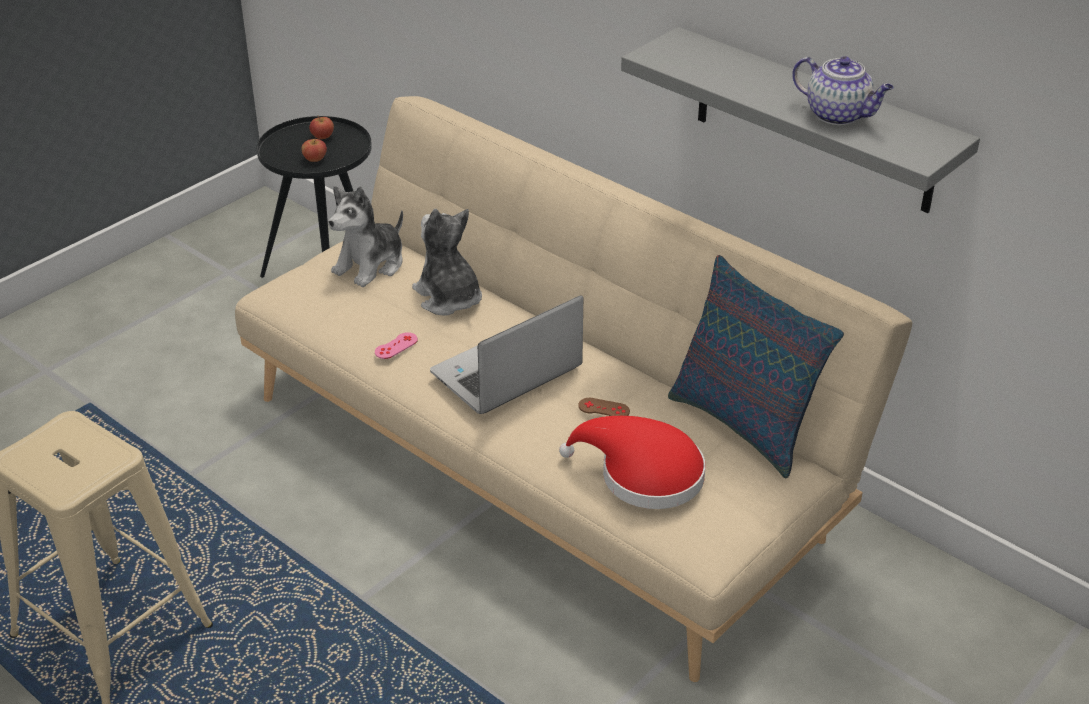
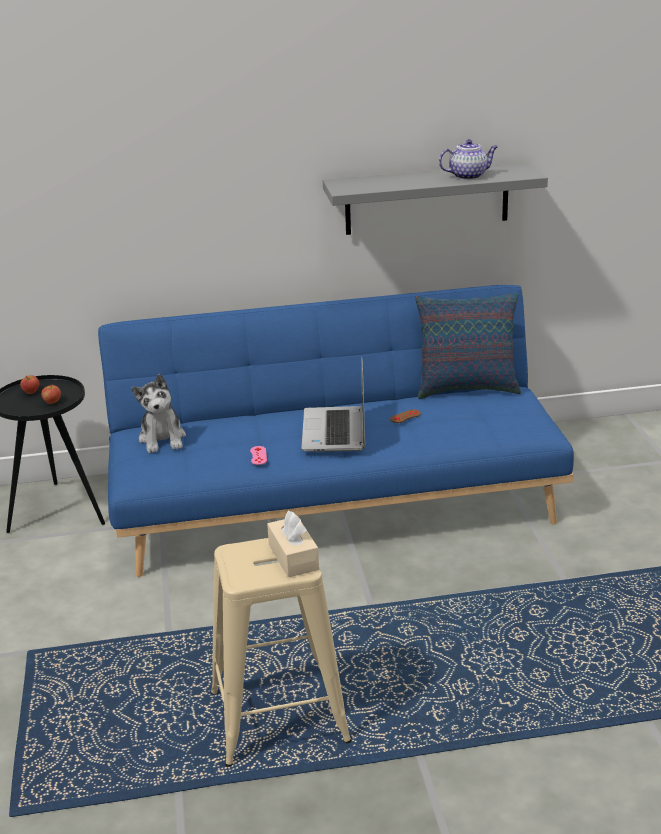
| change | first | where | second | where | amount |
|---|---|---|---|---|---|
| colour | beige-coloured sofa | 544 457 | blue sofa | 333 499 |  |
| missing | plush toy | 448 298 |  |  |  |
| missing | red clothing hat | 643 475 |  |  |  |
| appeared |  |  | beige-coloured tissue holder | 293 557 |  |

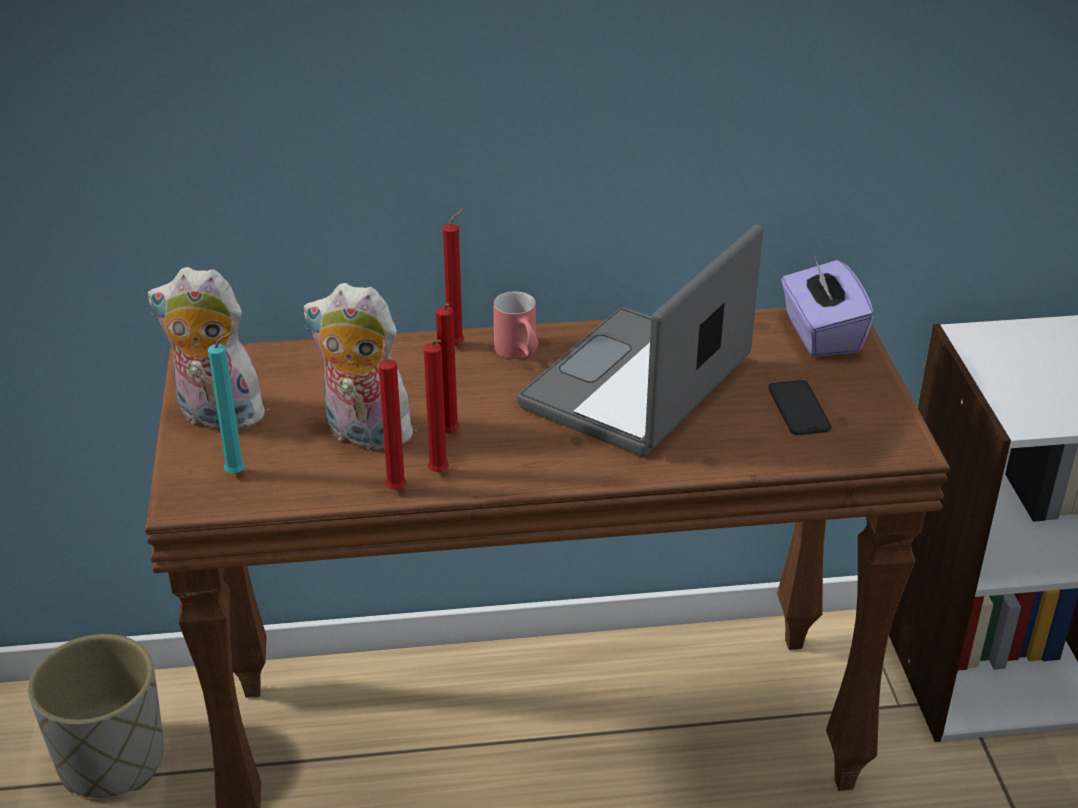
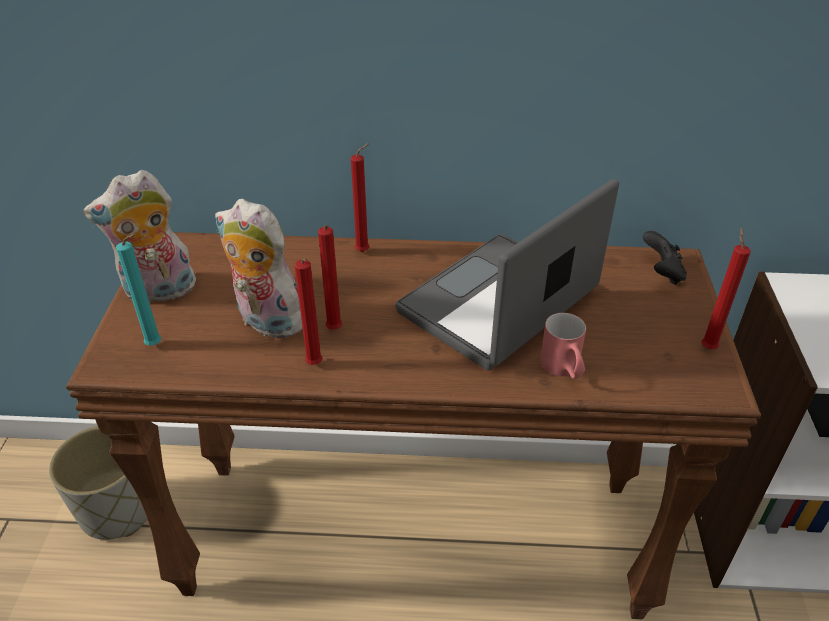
| change | first | where | second | where | amount |
|---|---|---|---|---|---|
| spun | plush toy | 216 416 |  | 159 292 | 45 degrees counterclockwise |
| relocated | red candle | 396 487 |  | 707 346 |  |
| relocated | red mug | 519 353 |  | 563 370 |  |
| missing | phone | 799 408 |  |  |  |
| exchanged | purple tissue holder | 821 334 | black game controller | 661 273 |  |

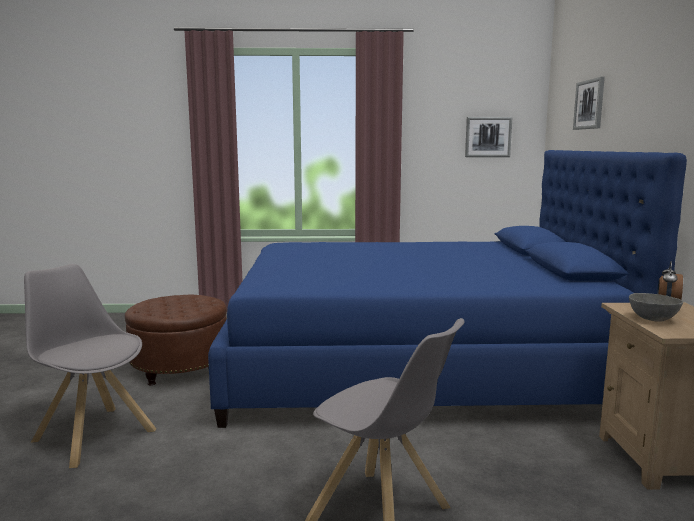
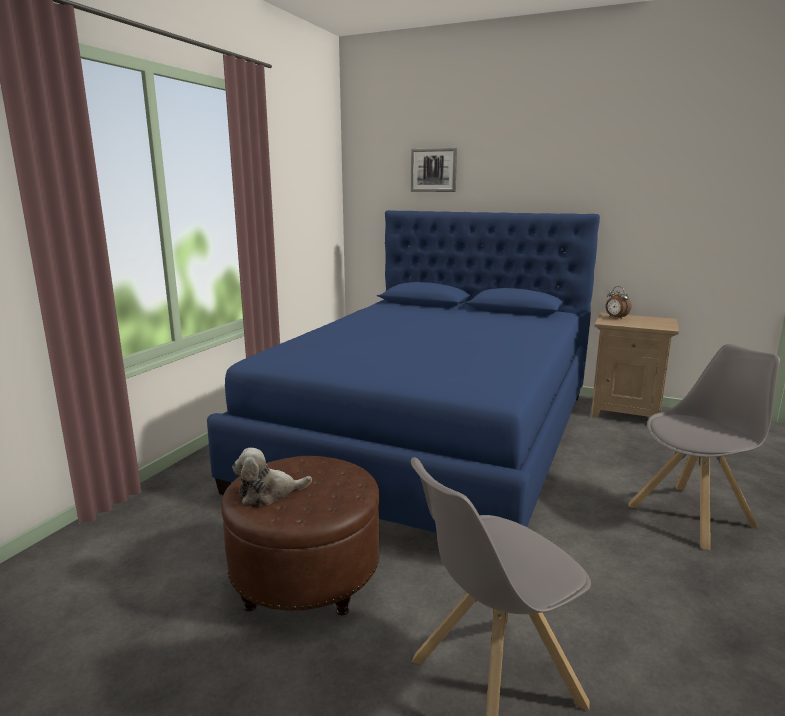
| change | first | where | second | where | amount |
|---|---|---|---|---|---|
| missing | wall art | 488 137 |  |  |  |
| missing | greyish bowl | 653 319 |  |  |  |
| appeared |  |  | plush toy | 269 493 |  |

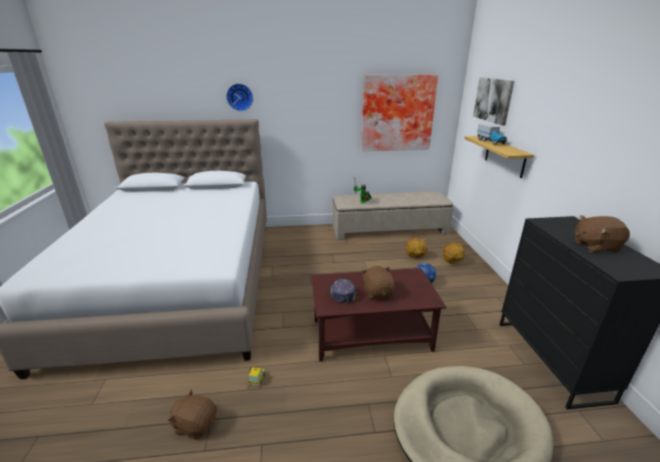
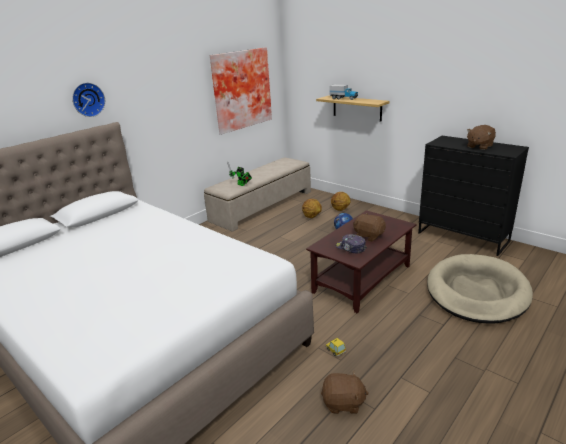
| change | first | where | second | where | amount |
|---|---|---|---|---|---|
| spun | brown plush toy | 195 424 |  | 343 403 | 150 degrees counterclockwise |
| missing | wall art | 493 100 |  |  |  |

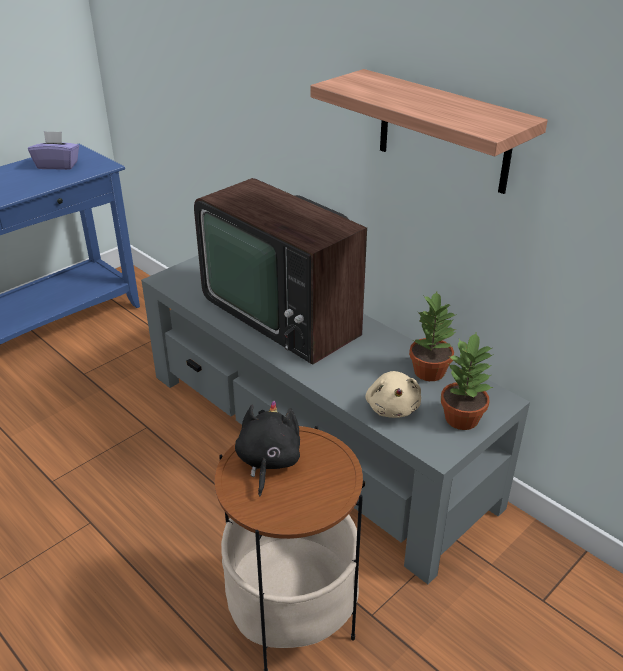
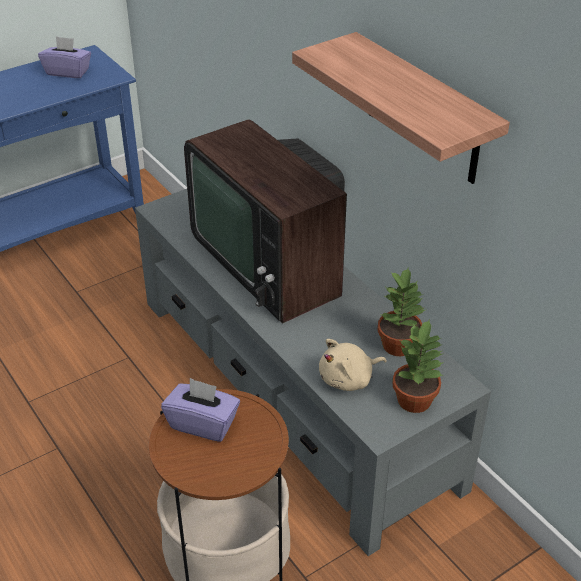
| change | first | where | second | where | amount |
|---|---|---|---|---|---|
| exchanged | black plush toy | 268 462 | purple tissue holder | 203 423 |  |
| spun | beige-coloured plush toy | 392 407 |  | 348 379 | 60 degrees clockwise |

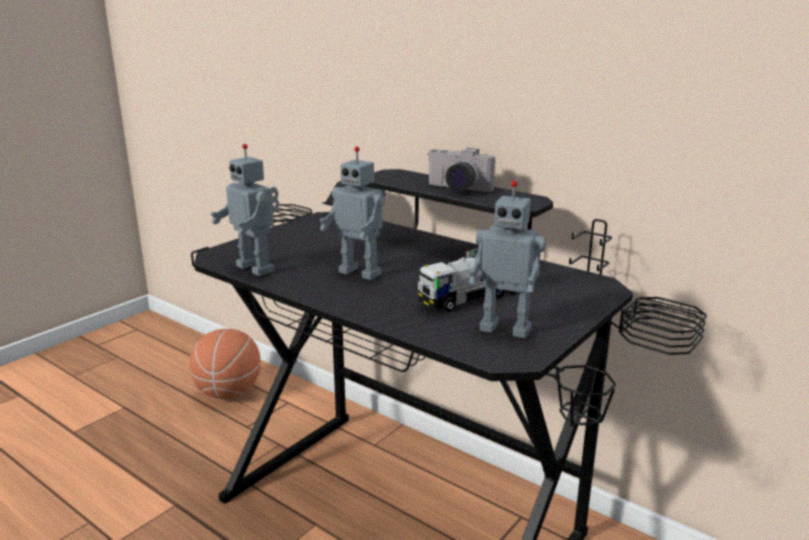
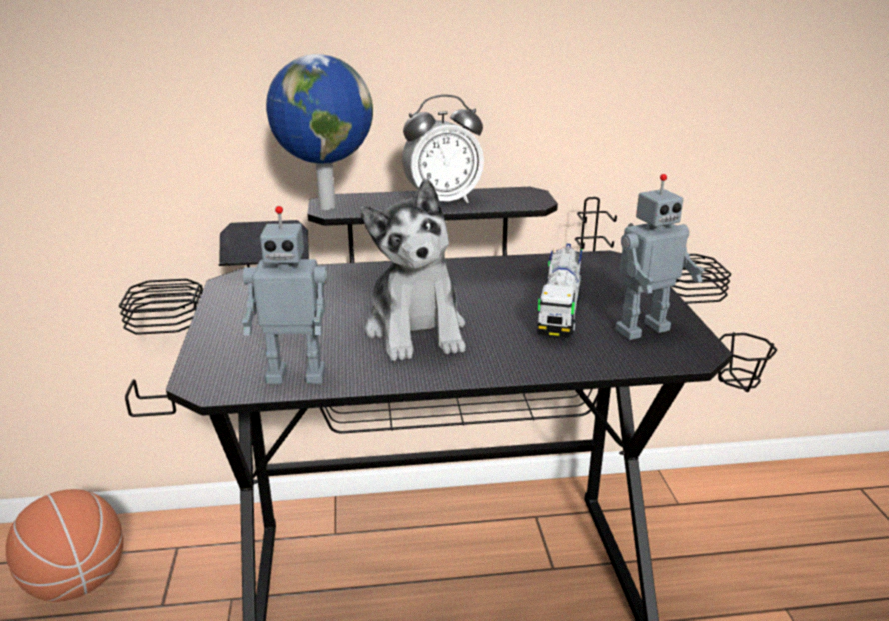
| change | first | where | second | where | amount |
|---|---|---|---|---|---|
| exchanged | model robot | 361 272 | plush toy | 416 330 |  |
| exchanged | photo camera | 456 189 | table clock | 442 201 |  |
| appeared |  |  | world globe | 325 207 |  |

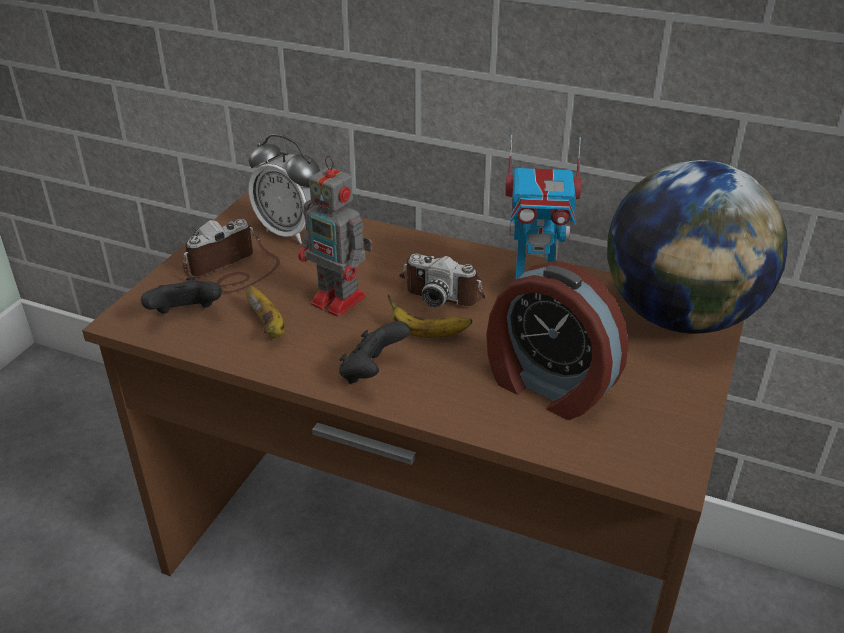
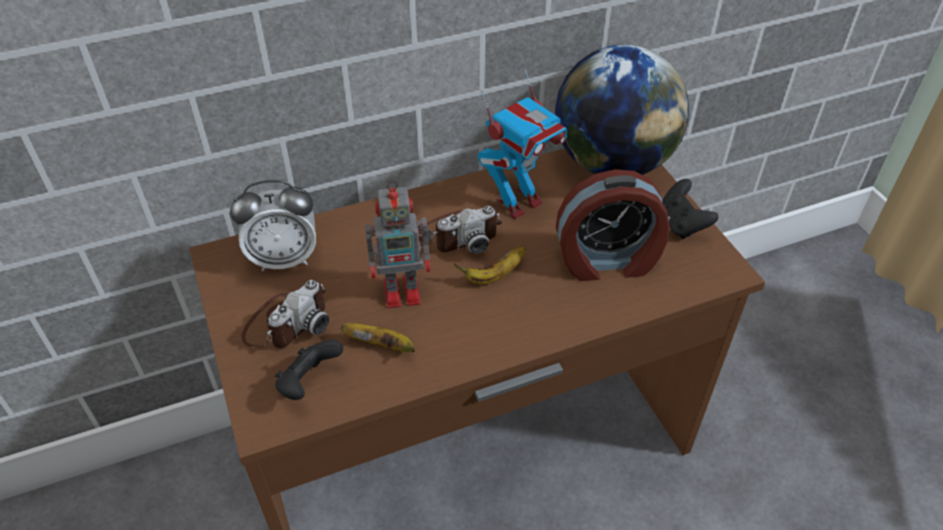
| change | first | where | second | where | amount |
|---|---|---|---|---|---|
| spun | photo camera | 232 270 |  | 287 322 | 150 degrees counterclockwise |
| relocated | black game controller | 372 373 |  | 681 224 |  |

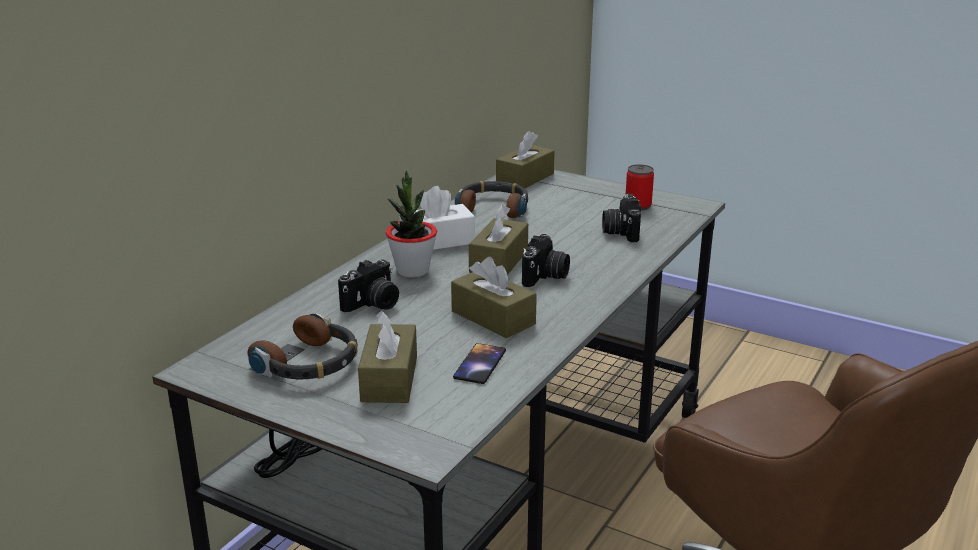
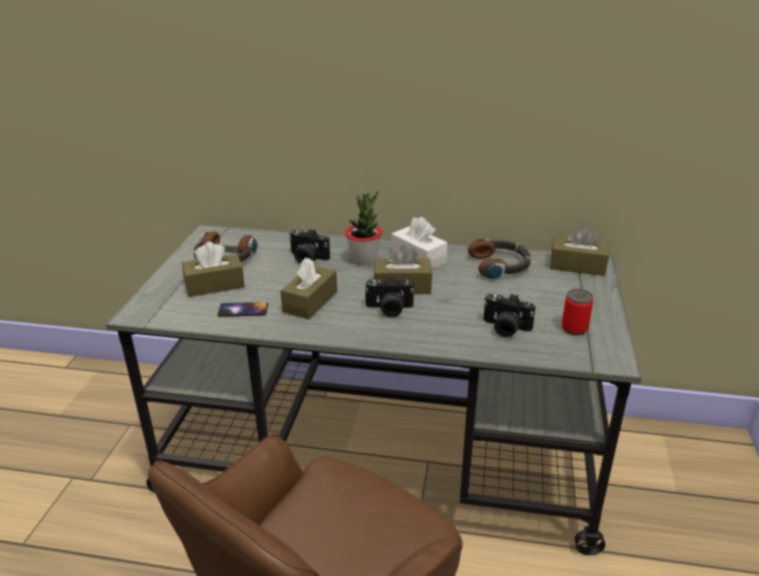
| change | first | where | second | where | amount |
|---|---|---|---|---|---|
| spun | photo camera | 620 232 |  | 505 328 | 135 degrees counterclockwise |

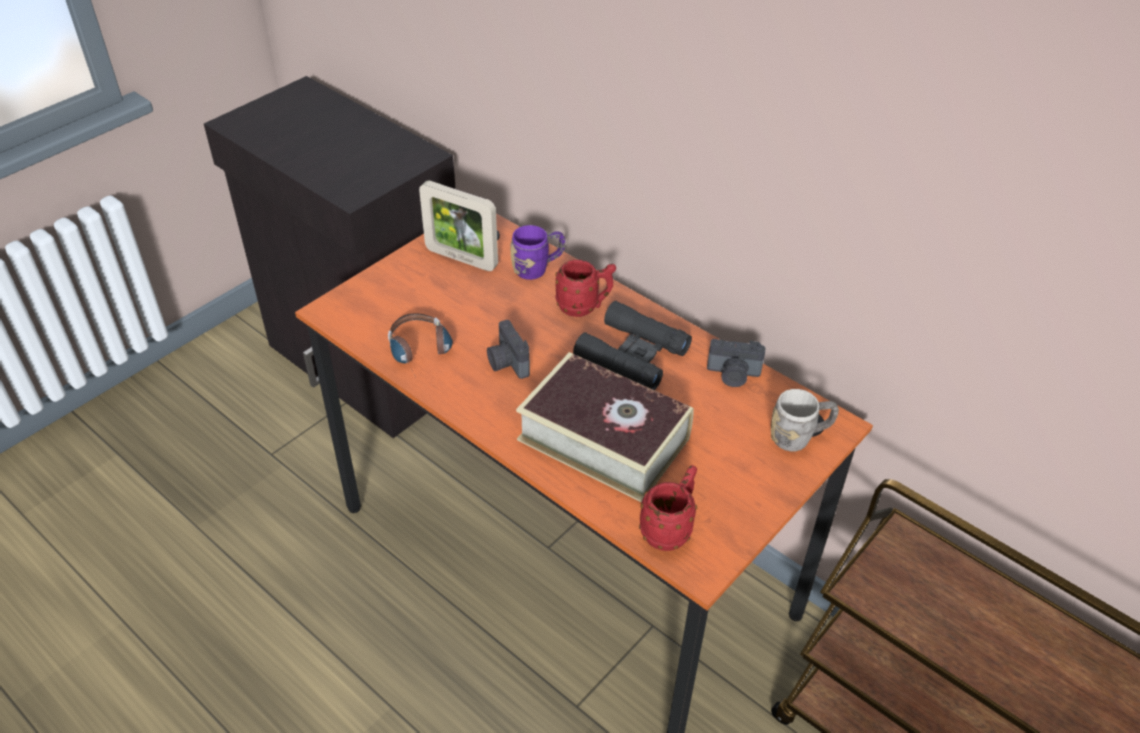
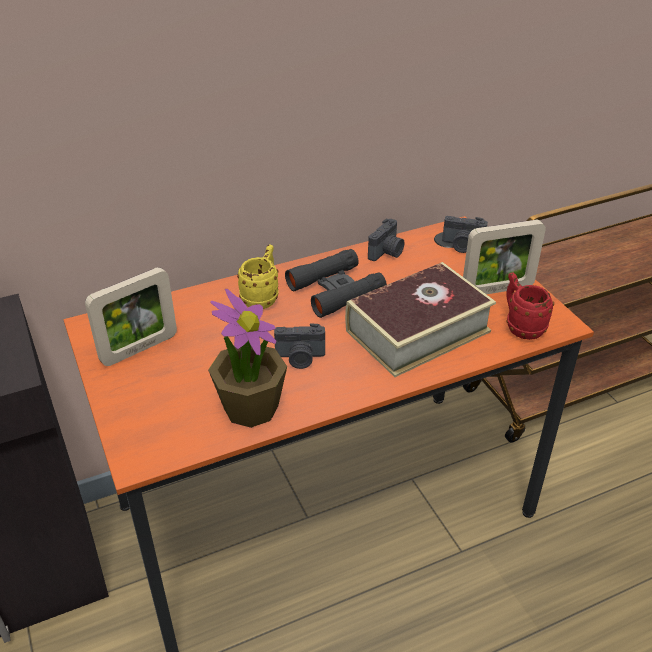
| change | first | where | second | where | amount |
|---|---|---|---|---|---|
| exchanged | pair of headphones | 422 353 | houseplant | 250 407 |  |
| missing | purple mug | 537 268 |  |  |  |
| colour | red mug | 584 306 | yellowish mug | 262 297 |  |
| exchanged | greyish mug | 799 437 | photo camera | 462 245 |  |
| appeared |  |  | picture frame | 497 290 |  |

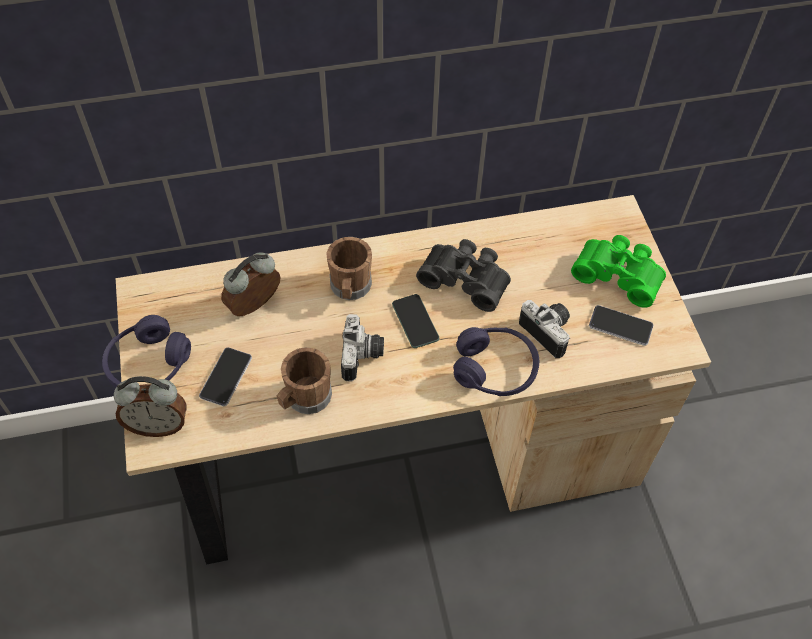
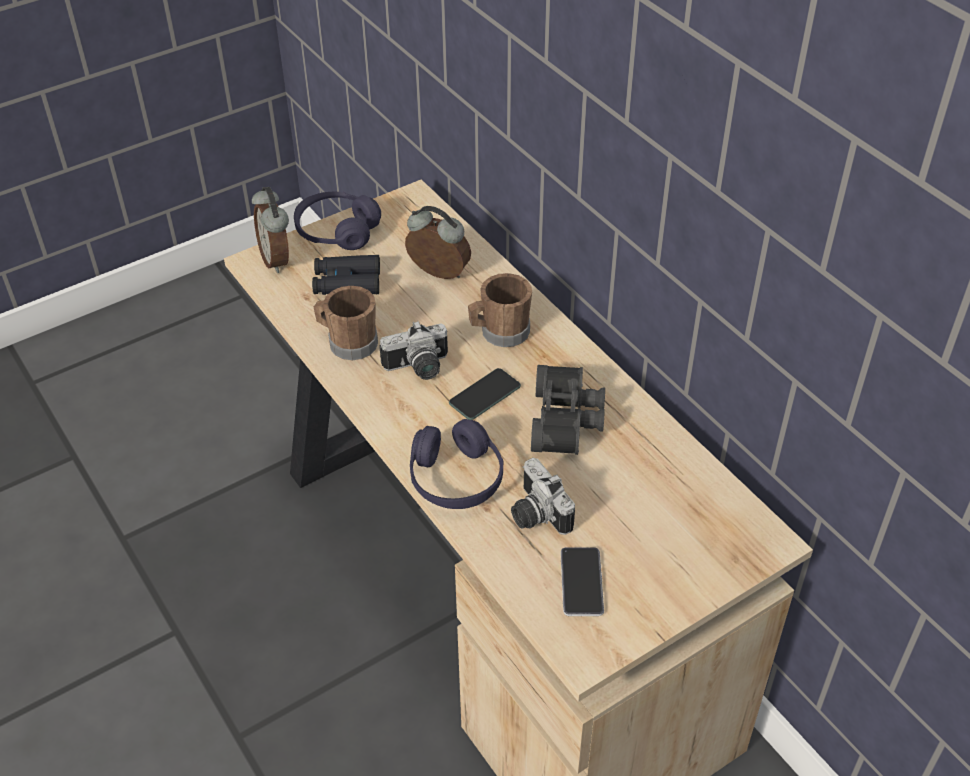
| change | first | where | second | where | amount |
|---|---|---|---|---|---|
| exchanged | phone | 226 377 | black pair of binoculars | 347 283 |  |
| spun | photo camera | 549 331 |  | 535 514 | 120 degrees clockwise |
| missing | green pair of binoculars | 619 274 |  |  |  |

